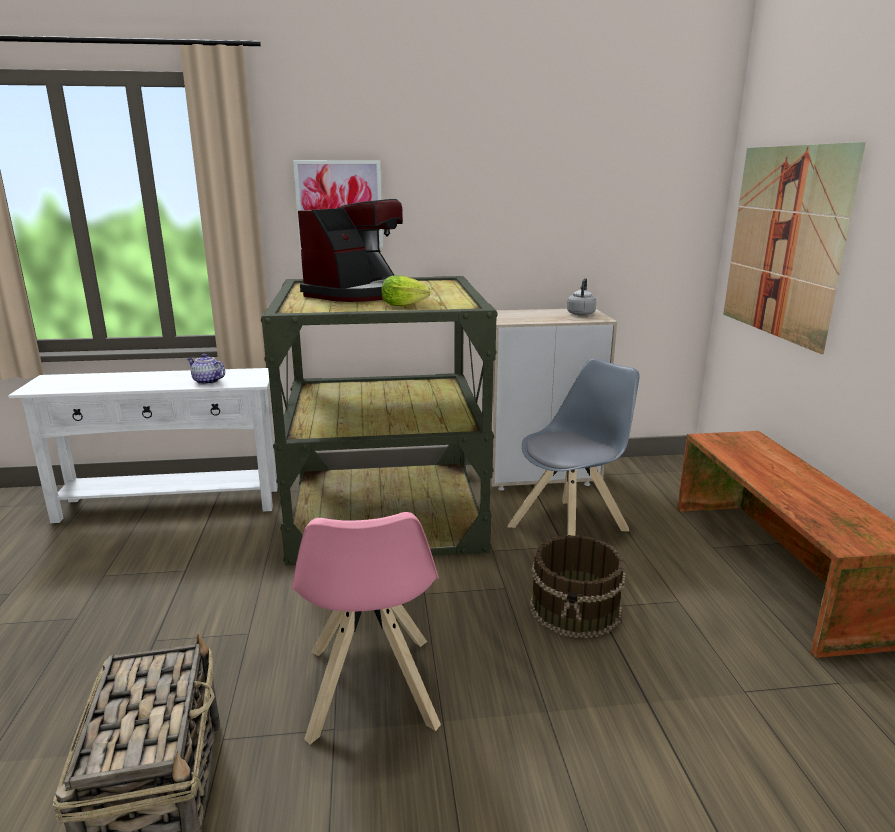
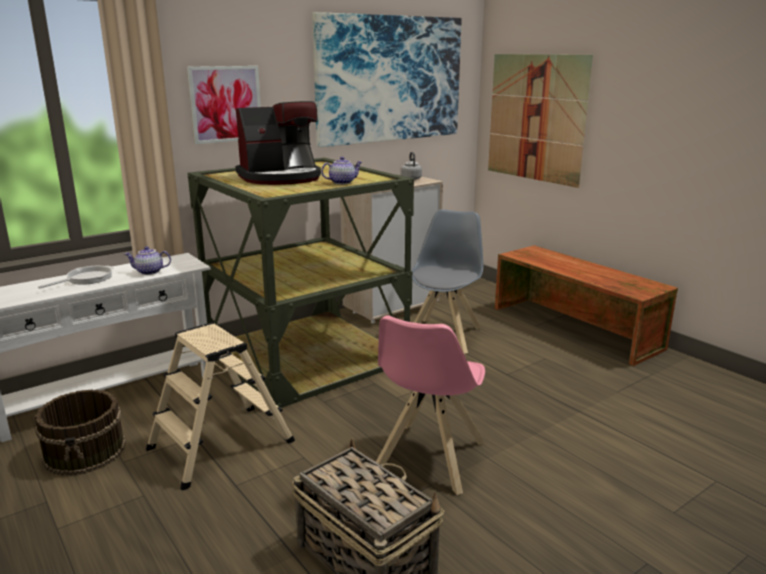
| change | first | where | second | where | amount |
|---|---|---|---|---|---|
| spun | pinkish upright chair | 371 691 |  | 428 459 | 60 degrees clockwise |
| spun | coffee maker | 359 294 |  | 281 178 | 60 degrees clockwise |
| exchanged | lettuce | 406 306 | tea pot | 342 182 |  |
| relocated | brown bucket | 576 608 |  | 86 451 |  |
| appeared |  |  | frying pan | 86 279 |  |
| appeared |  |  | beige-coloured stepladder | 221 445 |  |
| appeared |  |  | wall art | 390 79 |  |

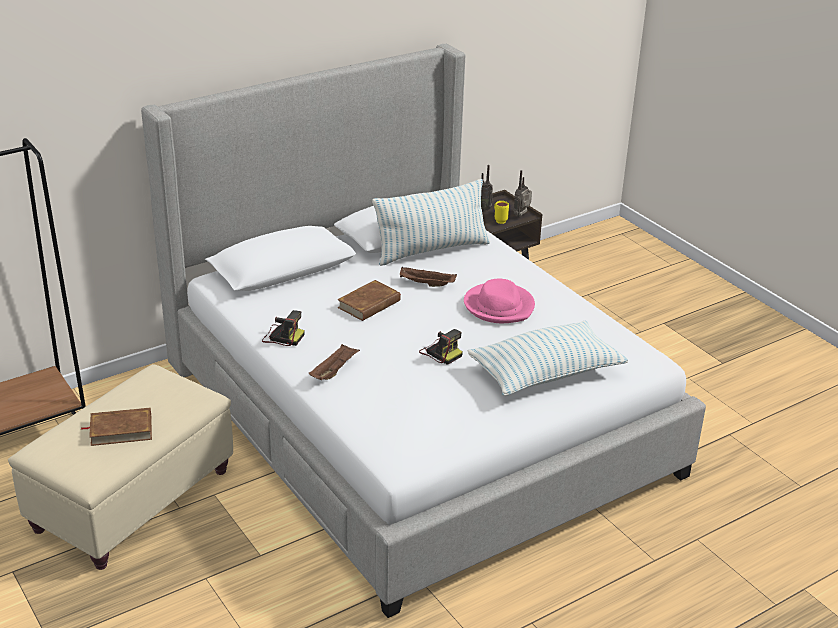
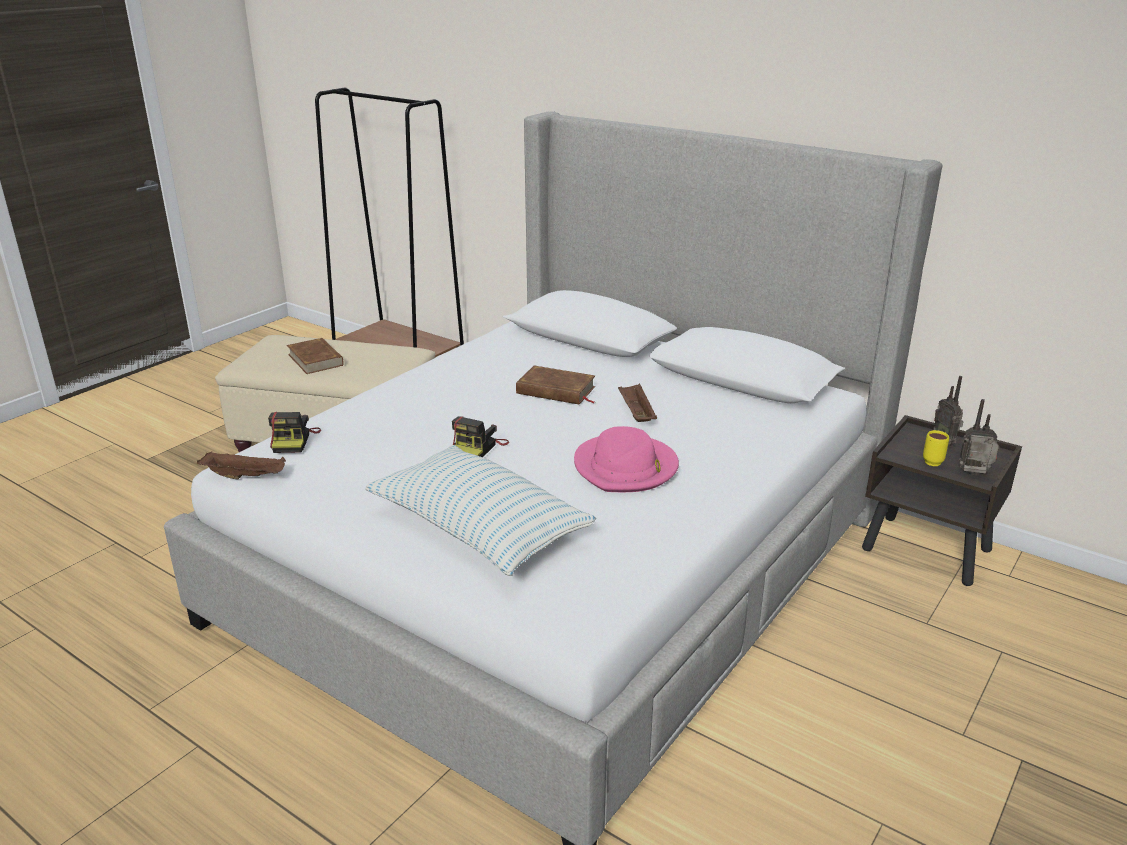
| change | first | where | second | where | amount |
|---|---|---|---|---|---|
| relocated | photo camera | 282 337 |  | 294 440 |  |
| relocated | brown carrying tray | 334 371 |  | 246 476 |  |
| missing | pillow | 431 250 |  |  |  |

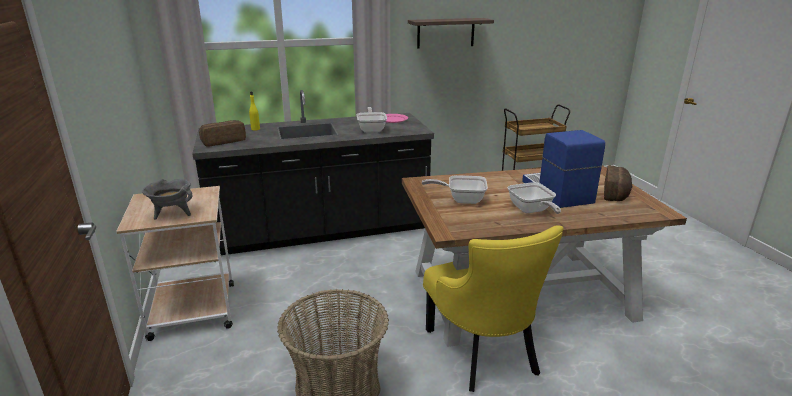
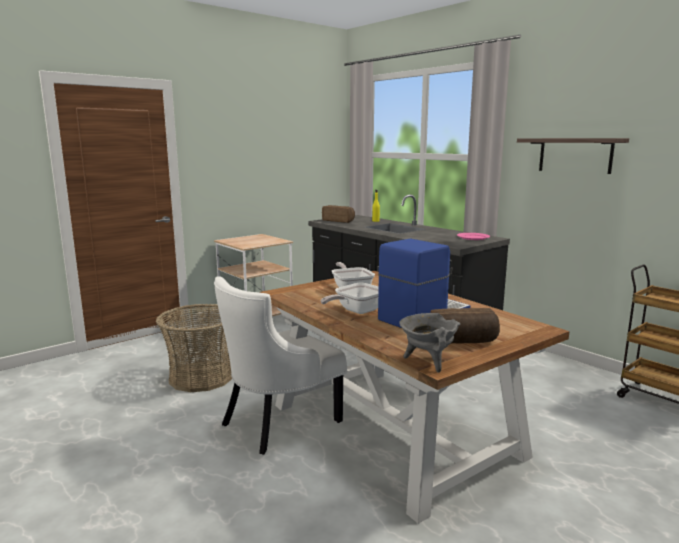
| change | first | where | second | where | amount |
|---|---|---|---|---|---|
| relocated | greyish stockpot | 172 214 |  | 428 361 |  |
| missing | frying pan | 372 129 |  |  |  |
| colour | yellowish upright chair | 481 349 | white upright chair | 281 421 |  |

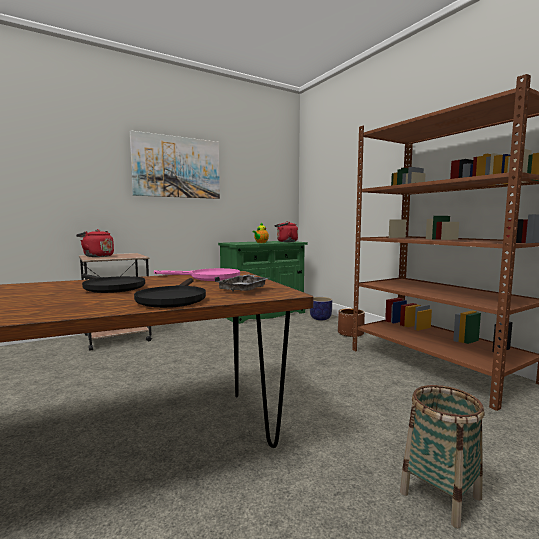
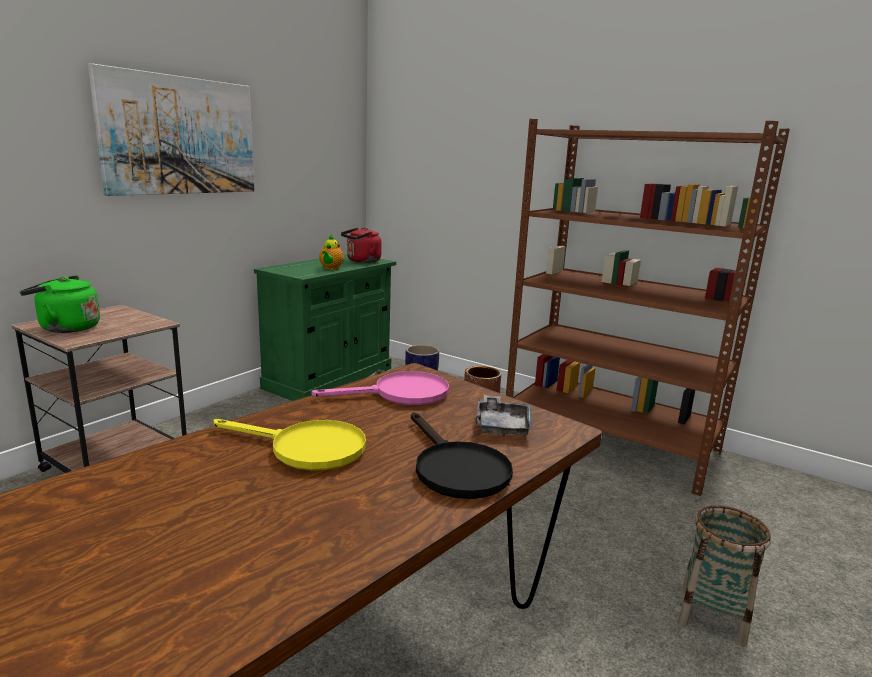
| change | first | where | second | where | amount |
|---|---|---|---|---|---|
| colour | red water kettle | 97 256 | green water kettle | 66 328 |  |
| colour | black frying pan | 110 287 | yellowish frying pan | 306 448 |  |

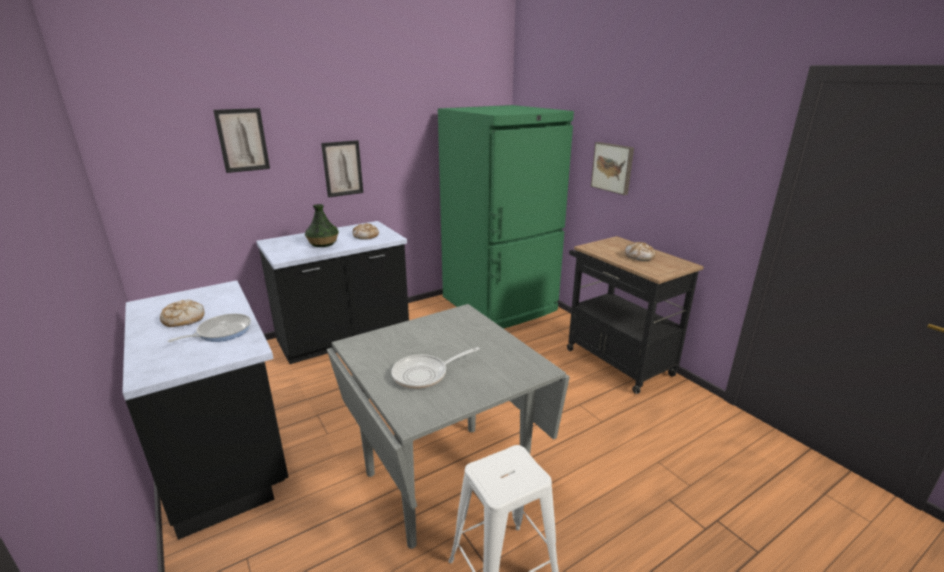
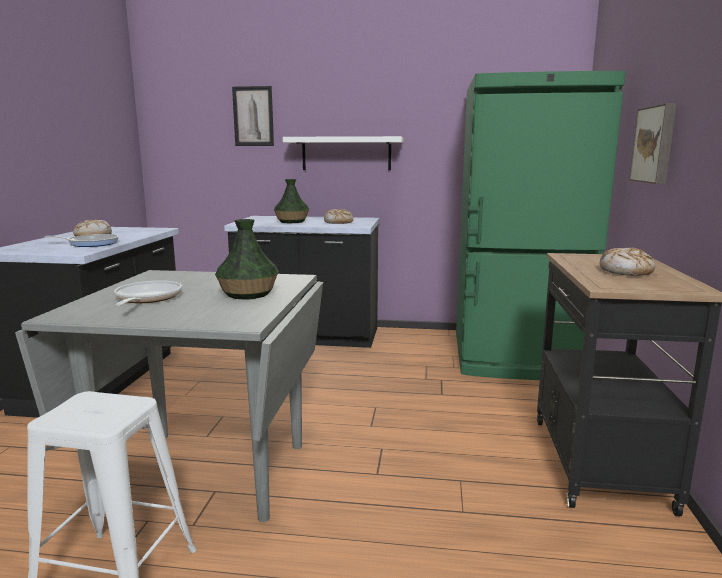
| change | first | where | second | where | amount |
|---|---|---|---|---|---|
| exchanged | wall art | 342 168 | white wall shelf | 346 153 |  |
| spun | frying pan | 424 374 |  | 146 299 | 75 degrees clockwise |
| appeared |  |  | decorative vase | 249 294 |  |

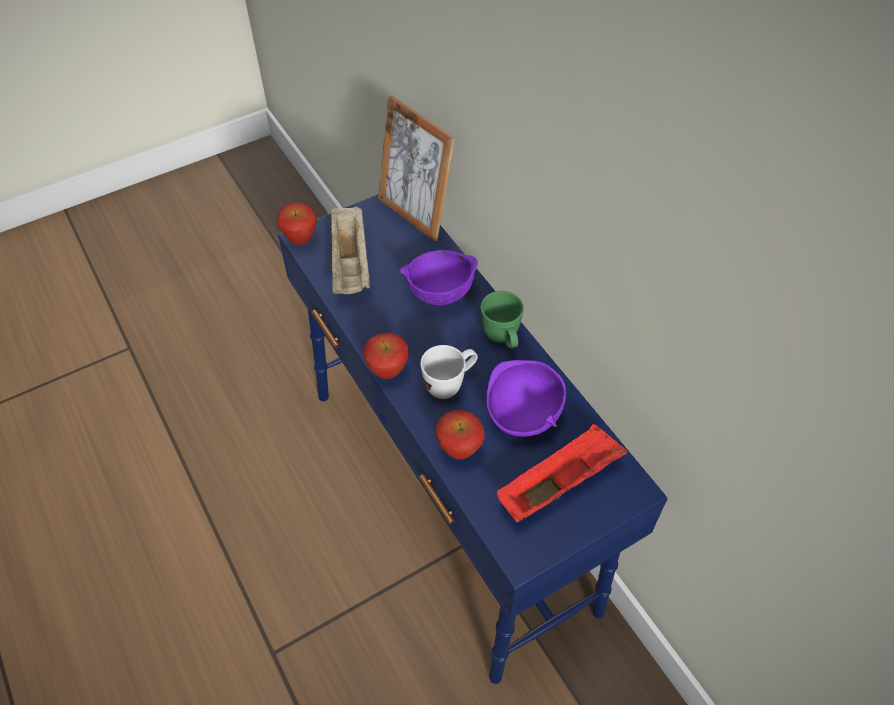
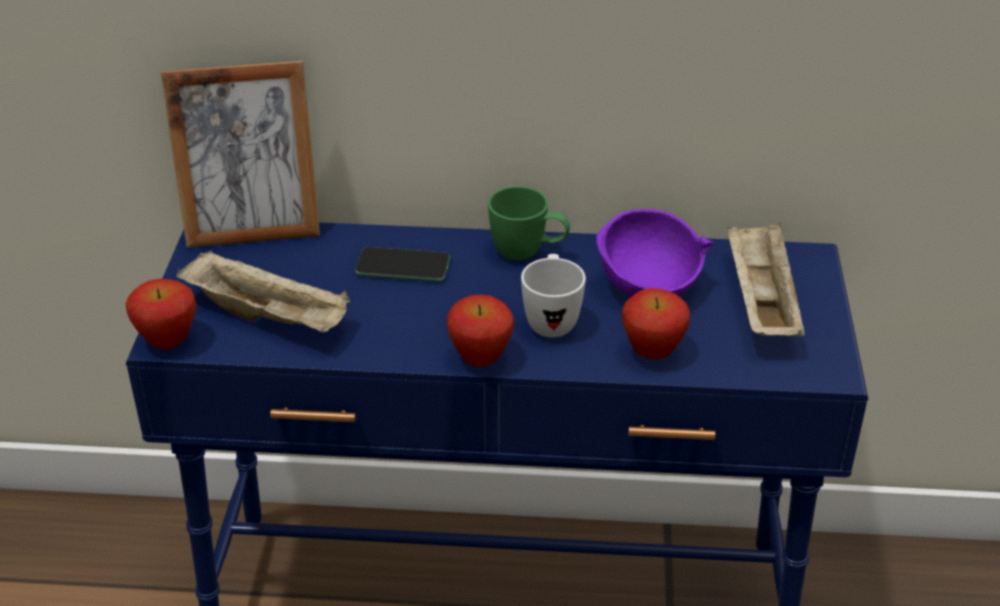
| change | first | where | second | where | amount |
|---|---|---|---|---|---|
| exchanged | purple bowl | 439 291 | phone | 403 266 |  |
| colour | red carrying tray | 559 482 | beige-coloured carrying tray | 760 302 |  |

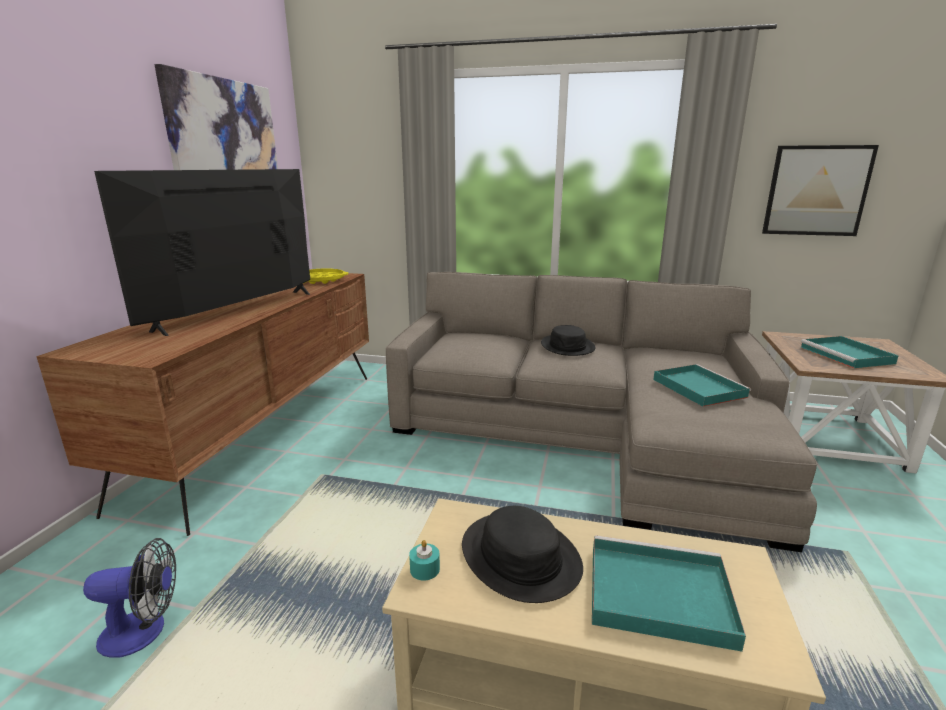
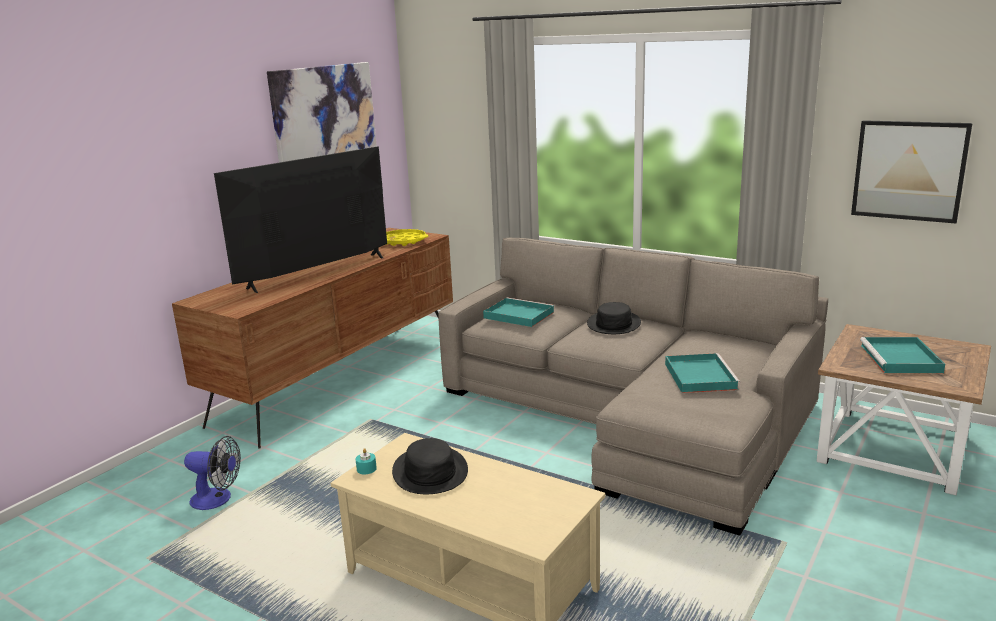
| change | first | where | second | where | amount |
|---|---|---|---|---|---|
| relocated | turquoise-coloured carrying tray | 655 594 |  | 517 315 |  |

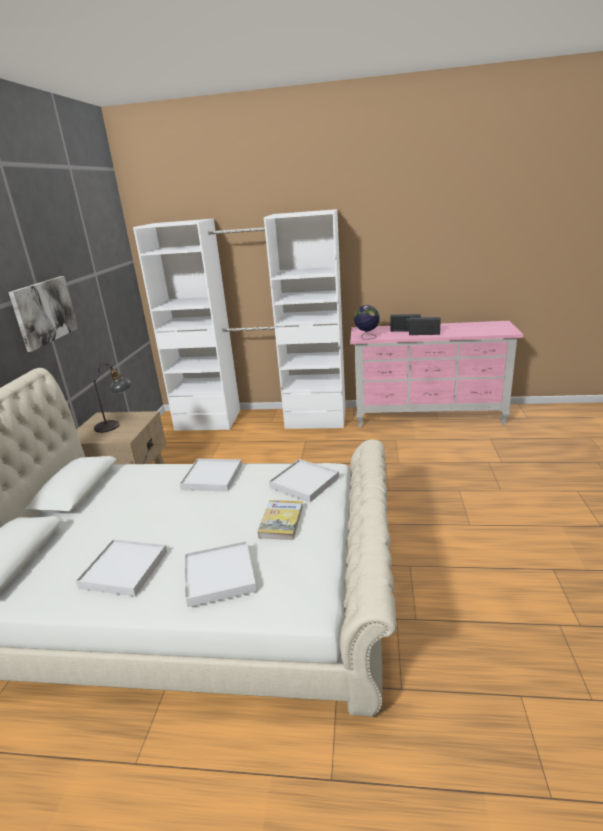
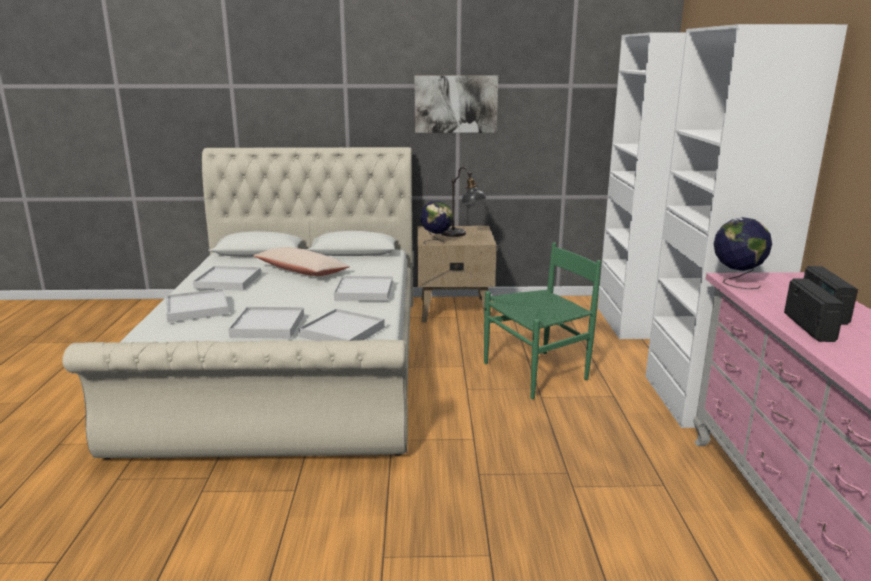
| change | first | where | second | where | amount |
|---|---|---|---|---|---|
| exchanged | bound book | 281 521 | white carrying tray | 268 326 |  |
| appeared |  |  | beige-coloured pillow | 302 271 |  |
| appeared |  |  | world globe | 436 242 |  |
| appeared |  |  | green upright chair | 537 373 |  |

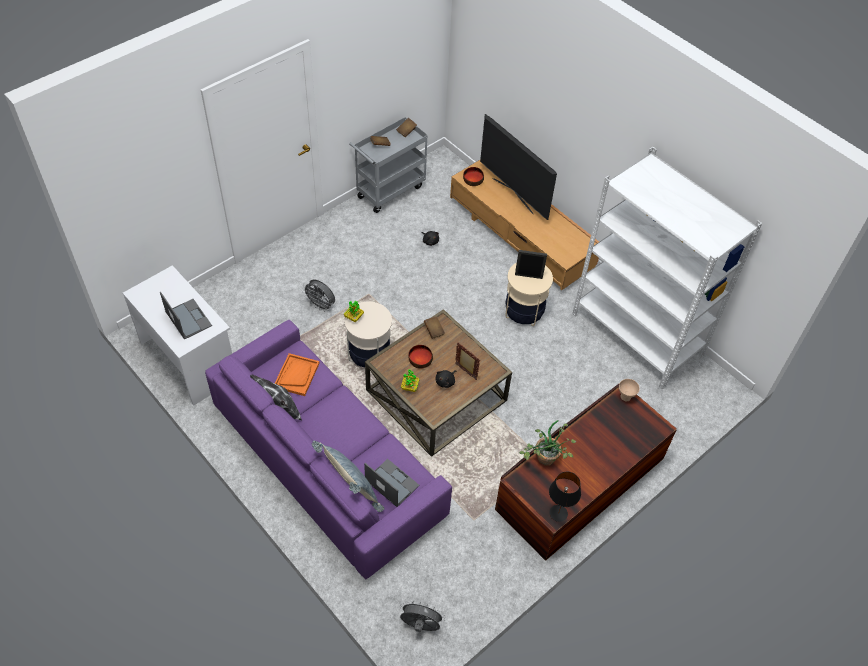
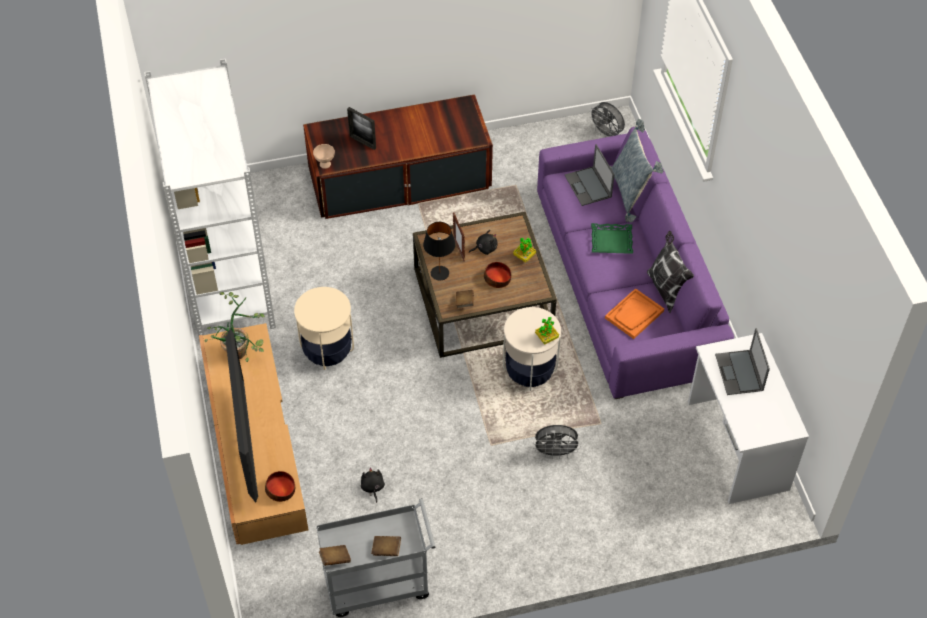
| change | first | where | second | where | amount |
|---|---|---|---|---|---|
| spun | greyish electric fan | 321 305 |  | 555 452 | 120 degrees clockwise |
| relocated | picture frame | 528 276 |  | 362 142 |  |
| relocated | houseplant | 543 462 |  | 242 350 |  |
| relocated | black tabletop lamp | 558 513 |  | 440 273 |  |
| appeared |  |  | green carrying tray | 611 241 |  |

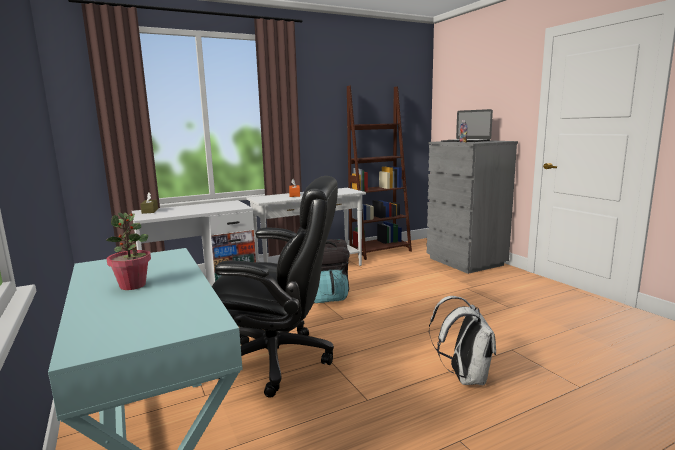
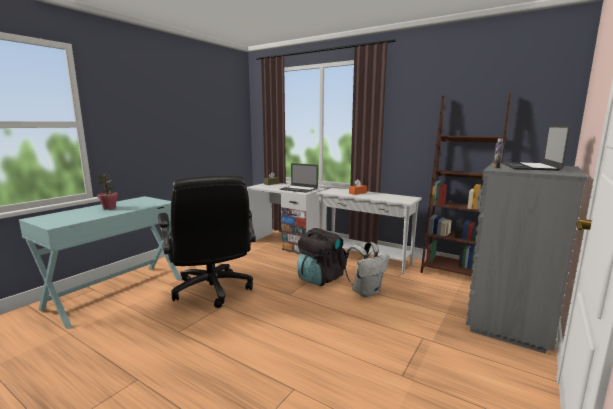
| change | first | where | second | where | amount |
|---|---|---|---|---|---|
| relocated | white rucksack | 464 377 |  | 366 292 |  |
| appeared |  |  | notebook computer | 298 189 |  |

